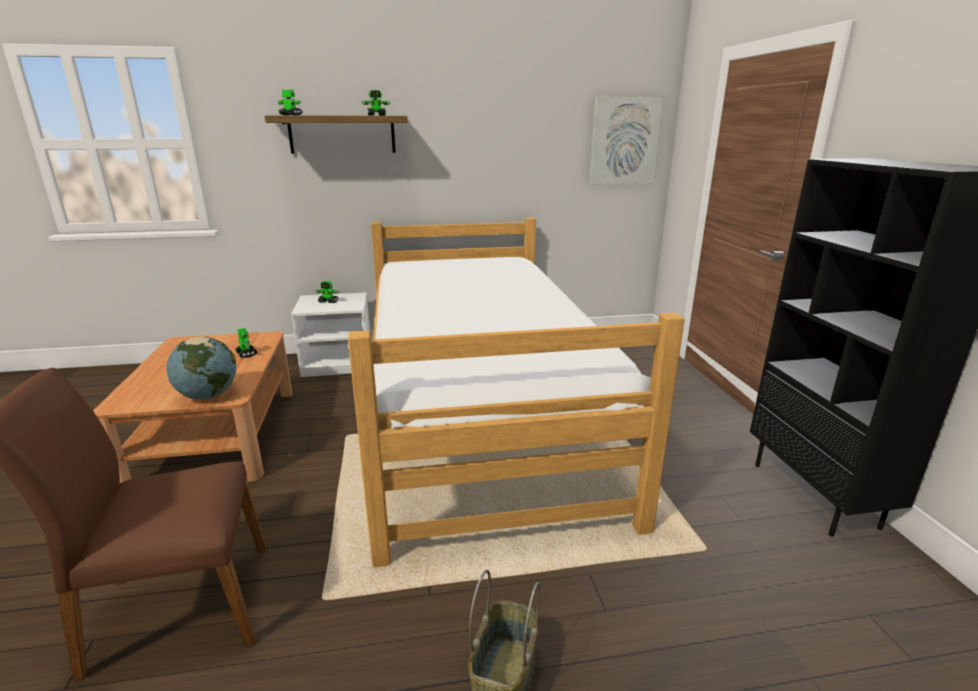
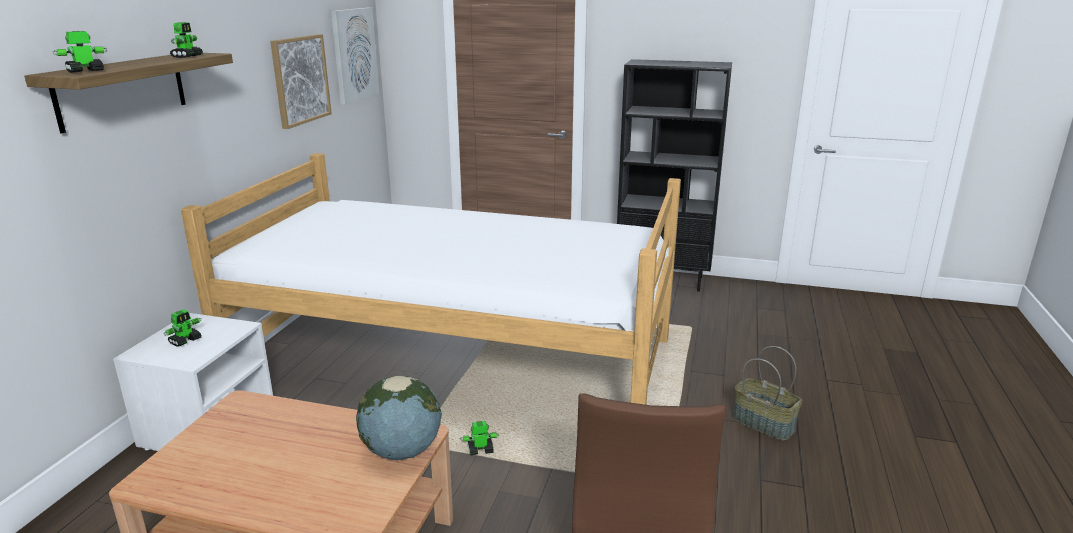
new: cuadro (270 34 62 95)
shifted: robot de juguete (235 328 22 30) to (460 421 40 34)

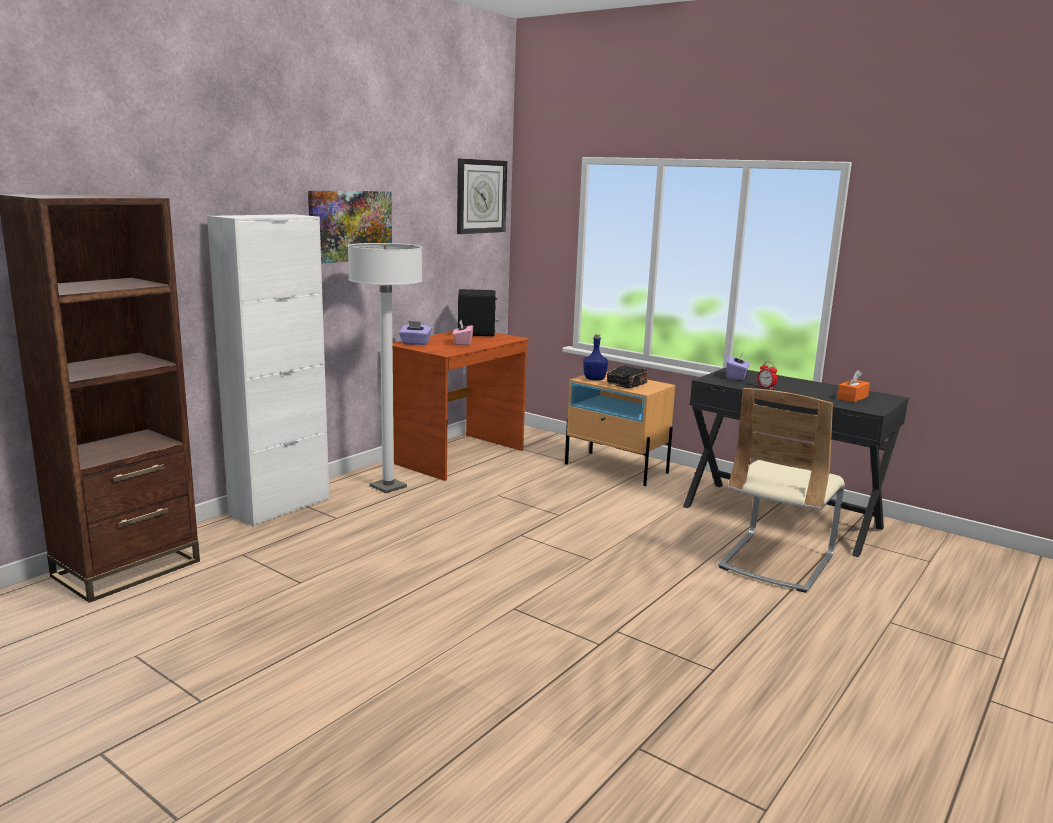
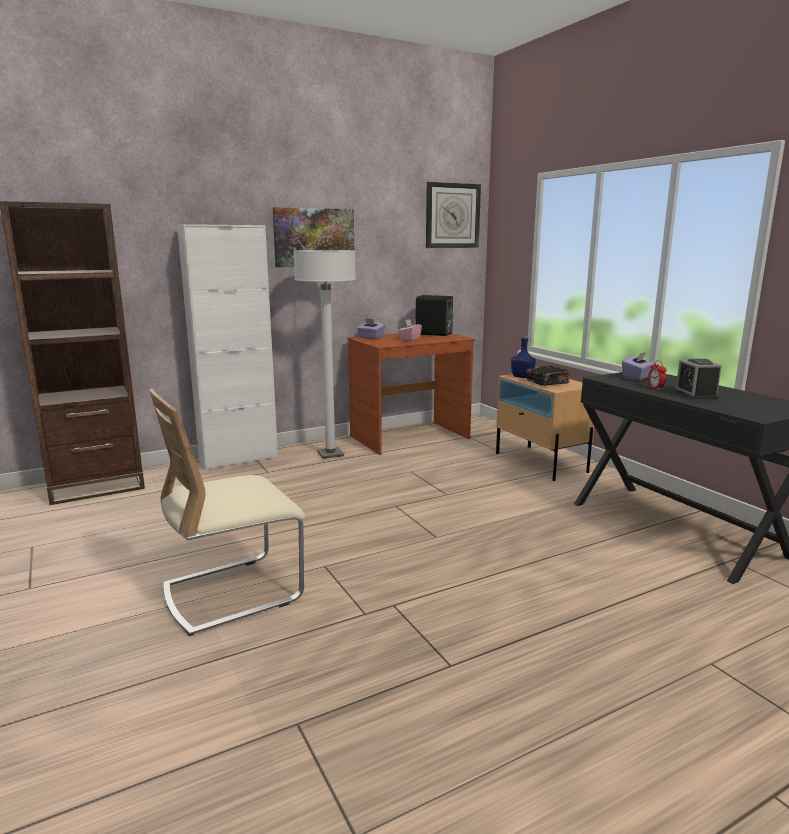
gone: caja de pañuelos [naranja] (837 370 33 33)
new: despertador (675 359 47 41)
shifted: silla [beis] (718 388 127 205) to (149 388 156 248)

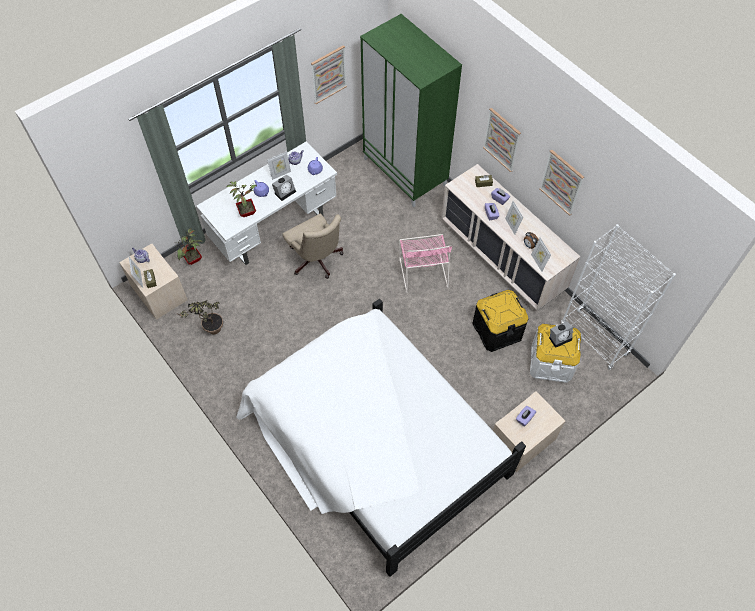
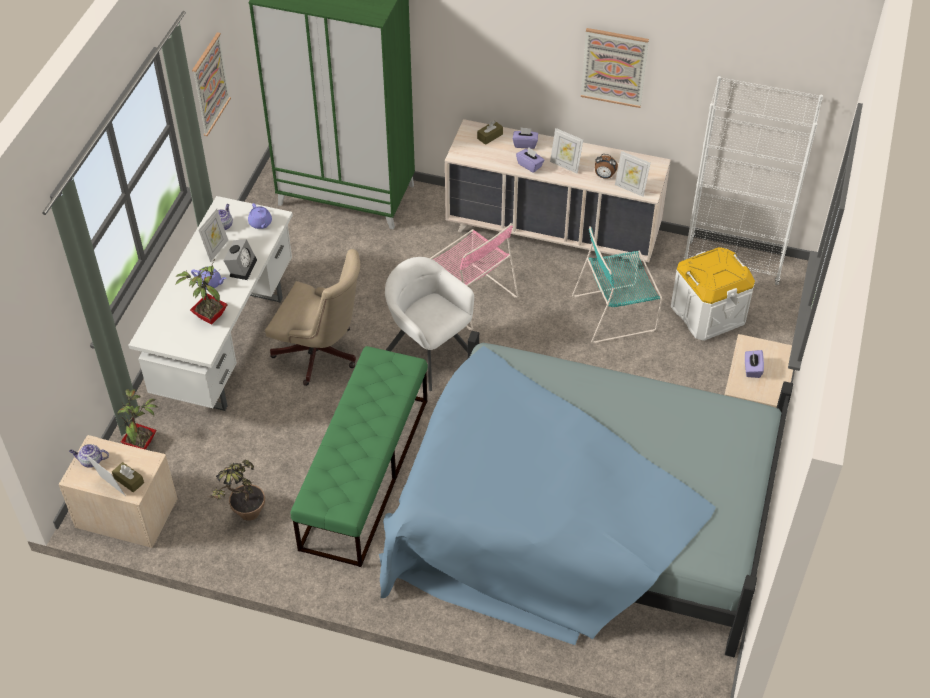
gone: cuadro (483 108 38 64); despertador (549 321 24 27)
new: banco [verde] (290 346 138 221); sillón [blanco] (385 257 89 134)
swapped: caja de almacenaje [negro] (472 290 56 62) to silla [turquesa] (572 226 90 118)
repainted: cama [blanco] (237 299 289 278) to cama [azul] (379 331 414 326)

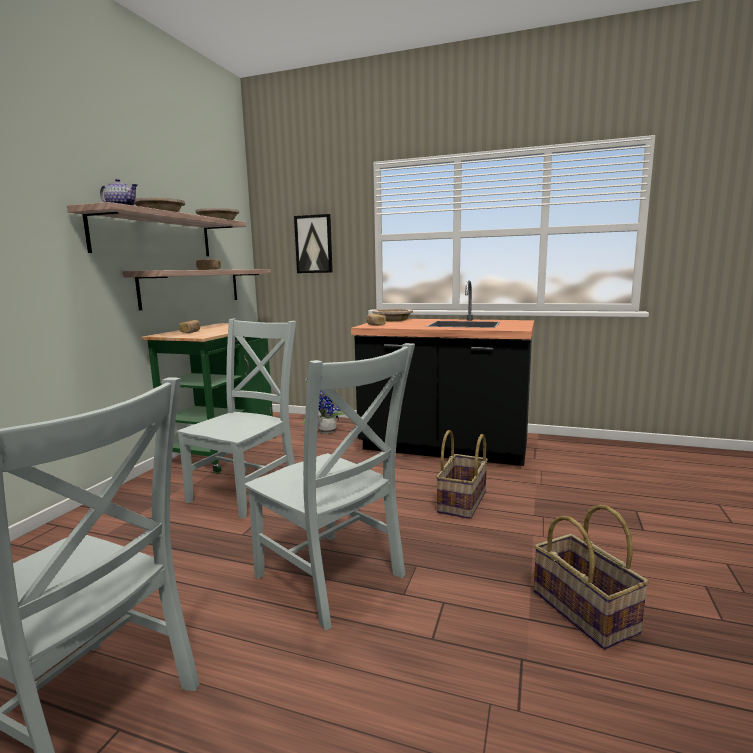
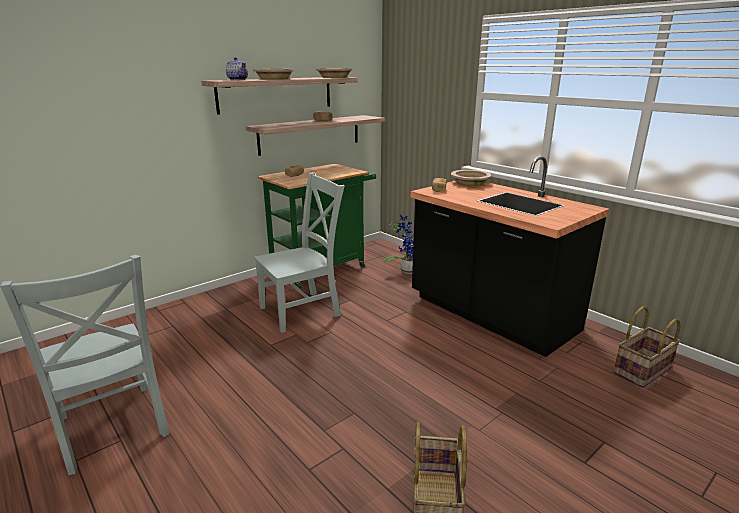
gone: silla [gris] (244 343 171 287); cuadro (294 214 39 59)
shifted: cesta (436 430 52 89) to (613 306 68 82)

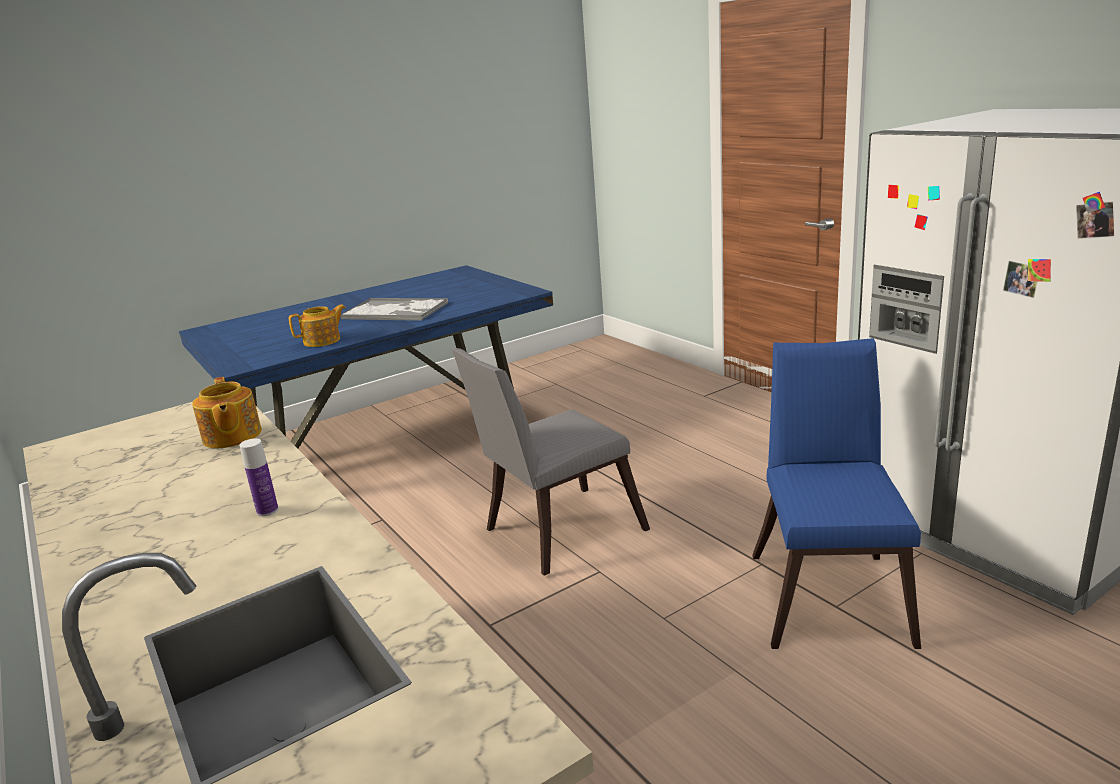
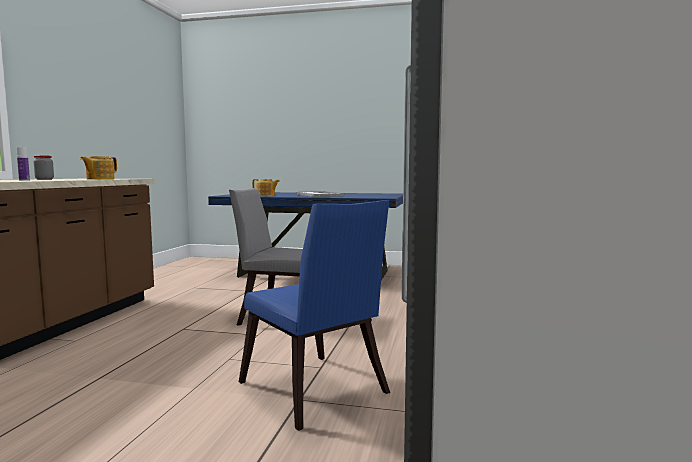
new: tarro (33 155 21 25)
rotated: silla [azul] (752 338 169 311) = (239 200 151 231) 90 degrees clockwise

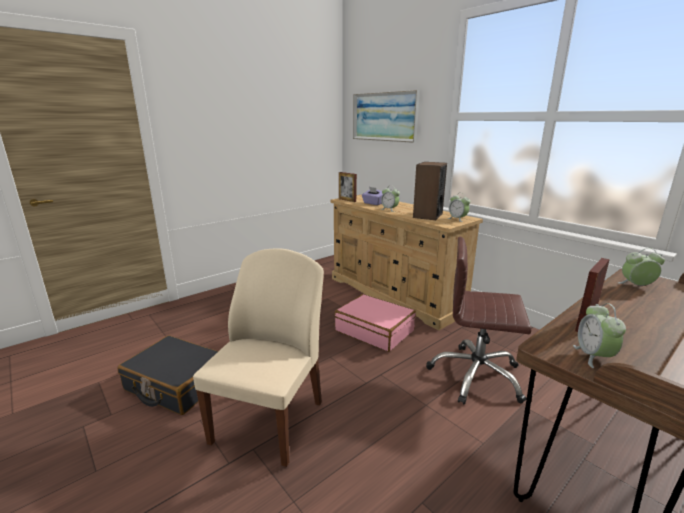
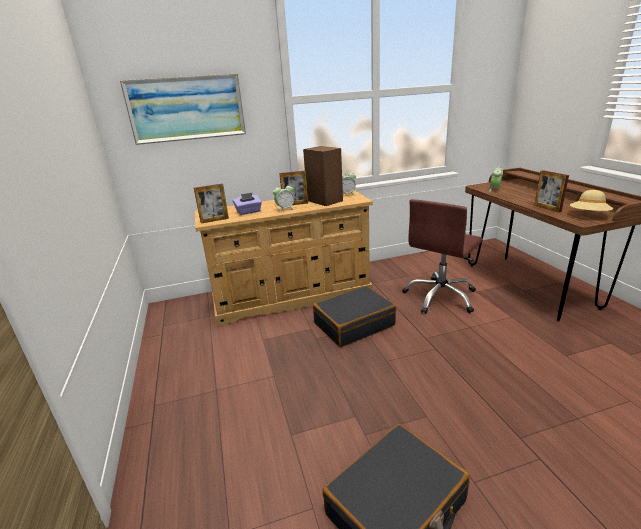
gone: silla [beis] (193 248 131 219)
new: portarretratos (279 171 29 34)
swapped: despertador (573 303 53 65) to sombrero [beis] (570 190 43 21)
repainted: maleta [rosa] (334 294 82 58) to maleta [negro] (313 286 83 61)

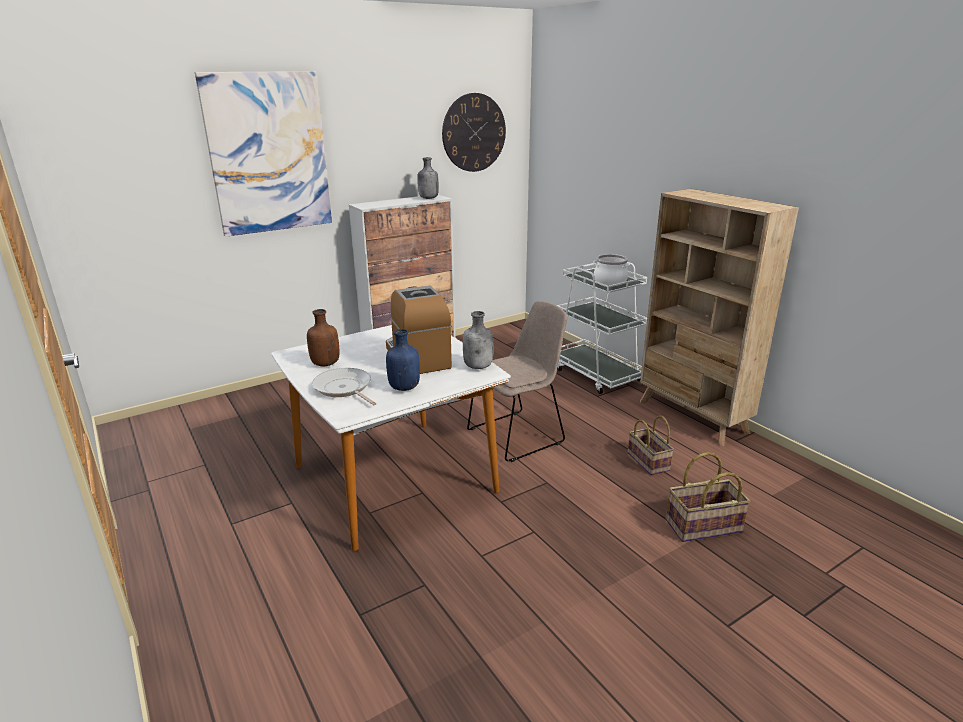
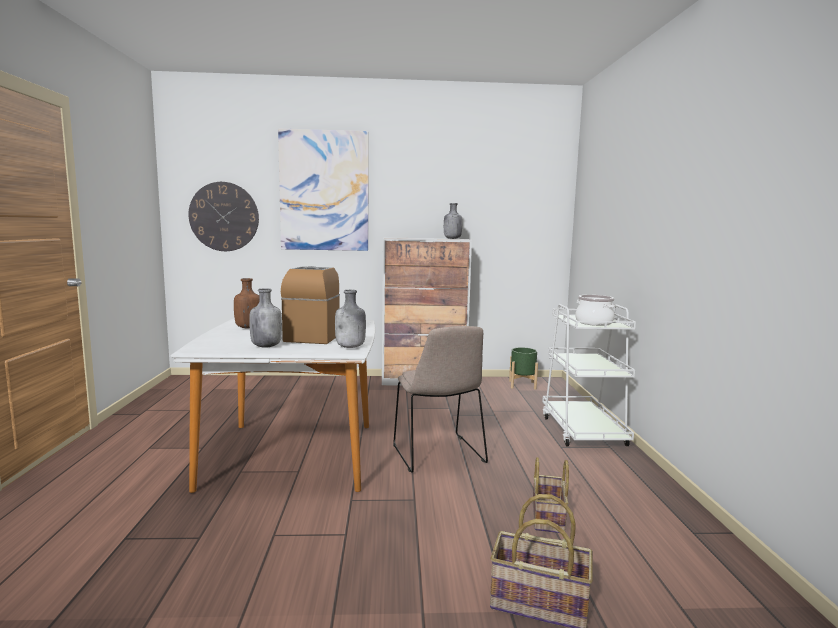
gone: sartén (312 368 65 37); estantería [beis] (640 189 159 257)
new: maceta [verde] (509 347 29 43)
shifted: reloj de pared (442 93 64 79) to (188 182 71 69)
repainted: botella [azul] (386 329 34 62) to botella [gris] (249 288 33 59)
rotated: silla [beis] (467 301 100 161) = (393 326 95 147) 75 degrees clockwise

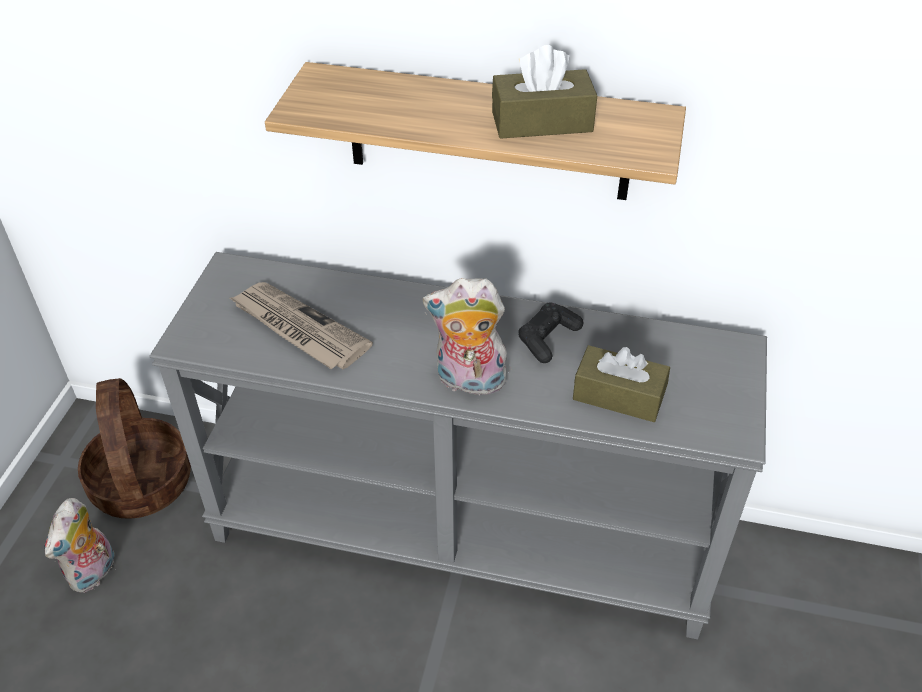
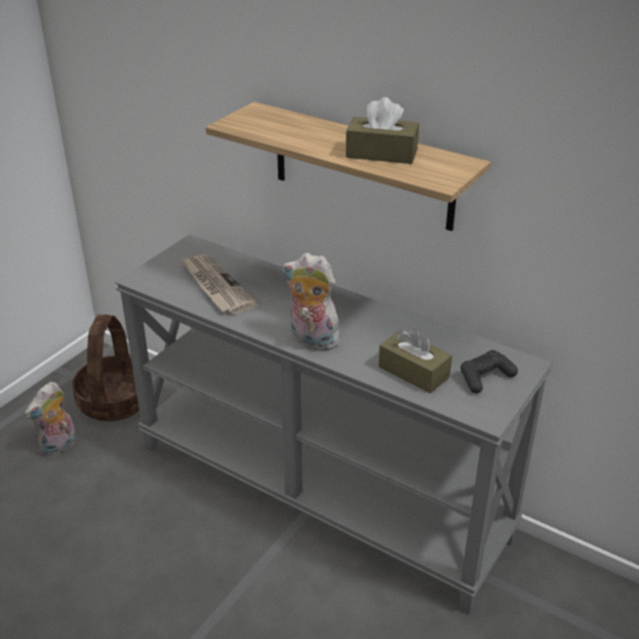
shifted: mando de consola [negro] (518 302 65 61) to (461 350 57 44)

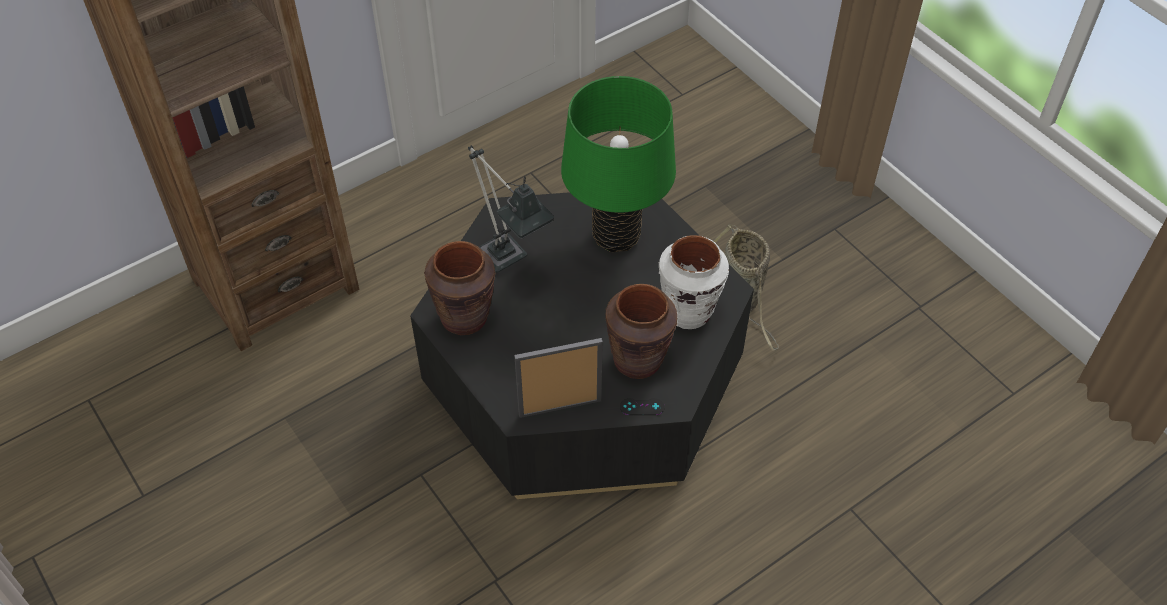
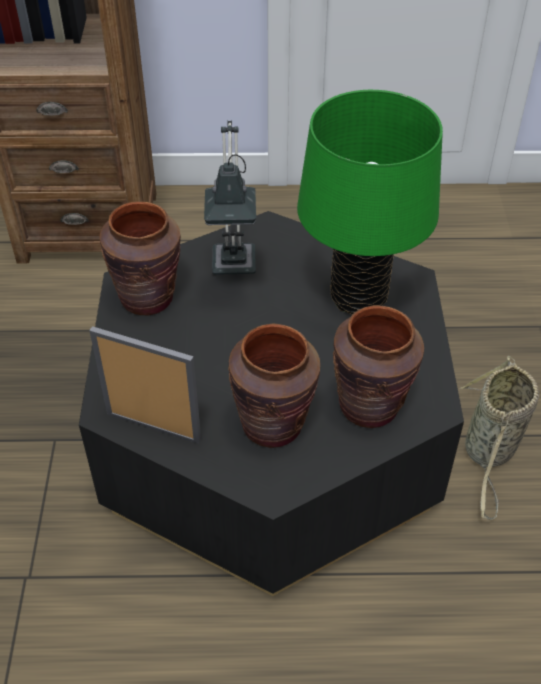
gone: mando de consola [negro] (620 398 45 17)
repainted: florero [blanco] (658 235 71 94) to florero [marrón] (333 305 91 123)

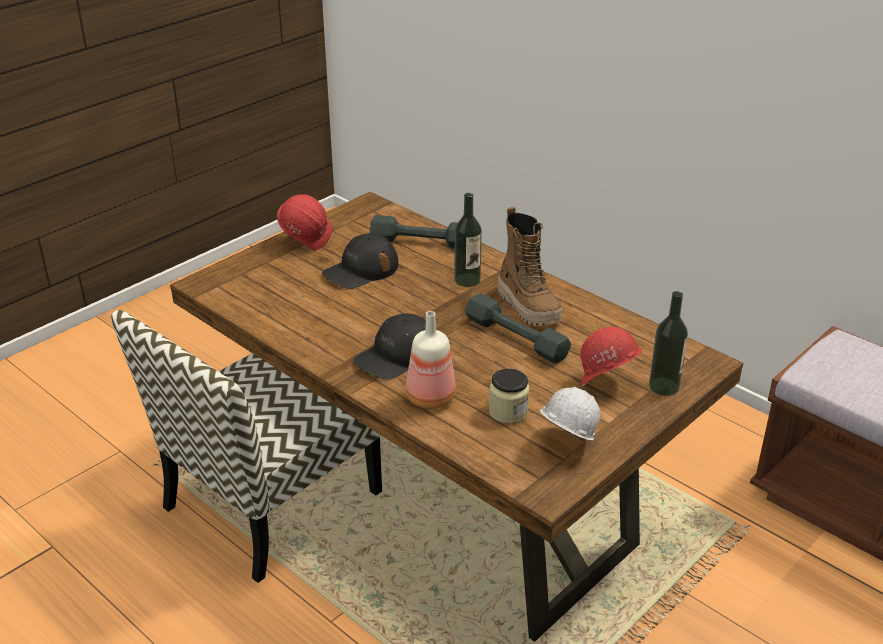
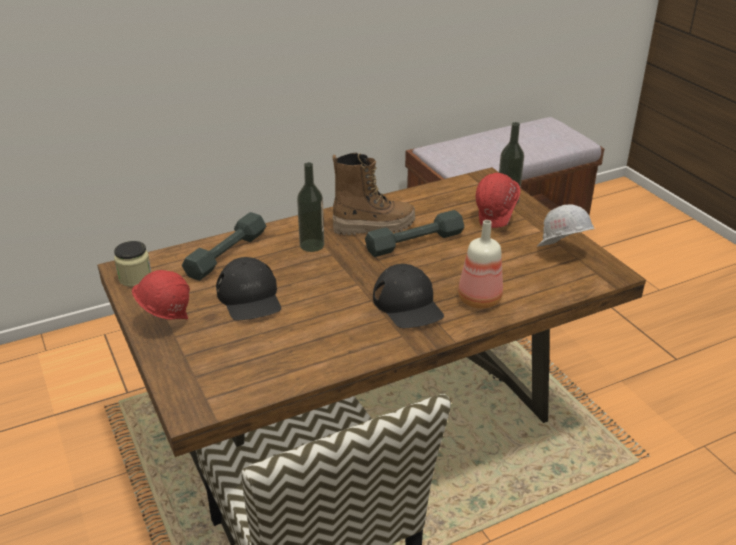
shifted: tarro (489 369 41 55) to (114 241 38 46)

